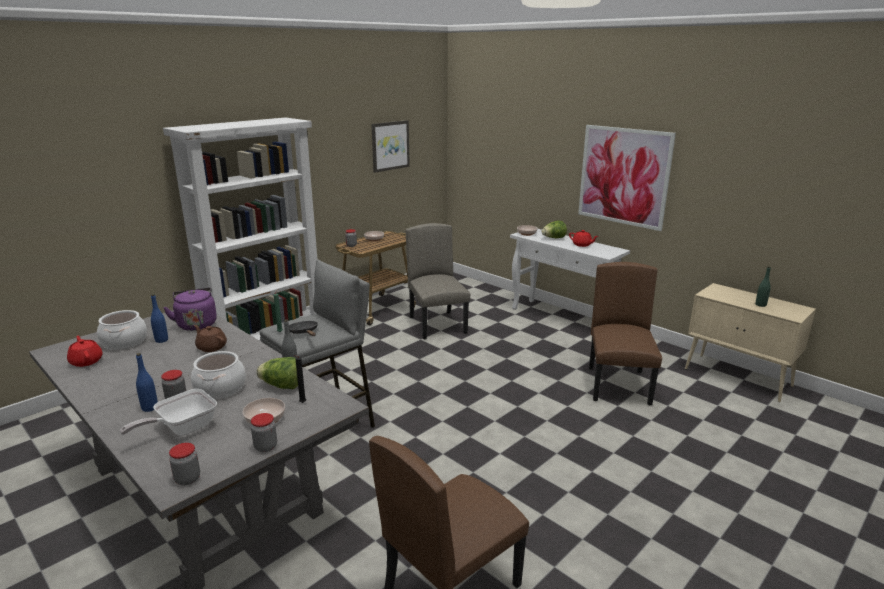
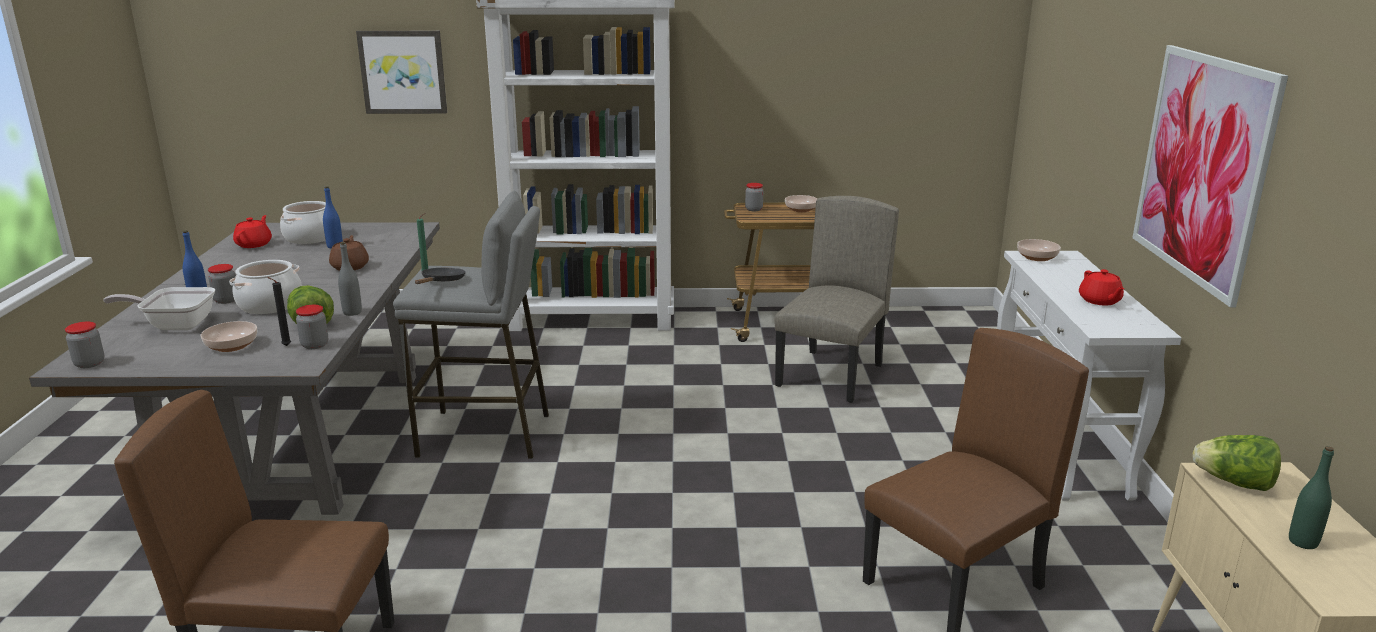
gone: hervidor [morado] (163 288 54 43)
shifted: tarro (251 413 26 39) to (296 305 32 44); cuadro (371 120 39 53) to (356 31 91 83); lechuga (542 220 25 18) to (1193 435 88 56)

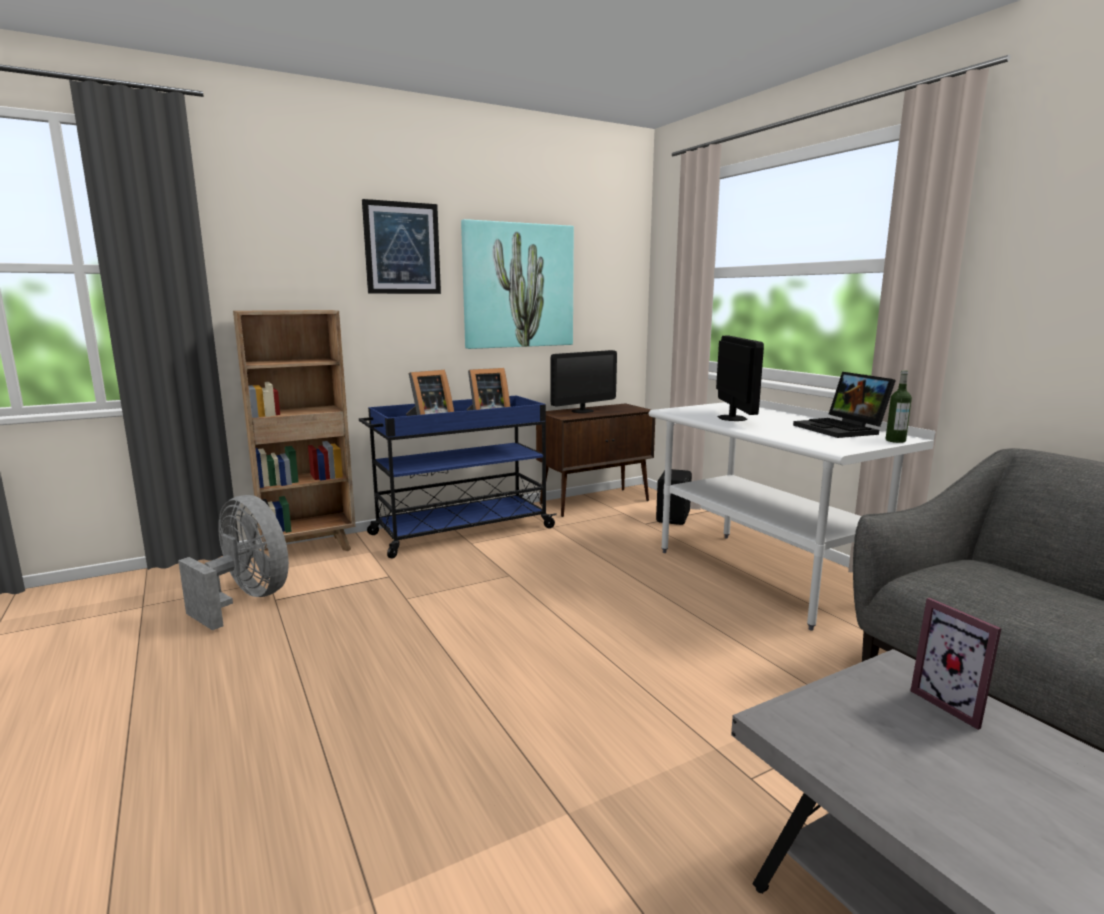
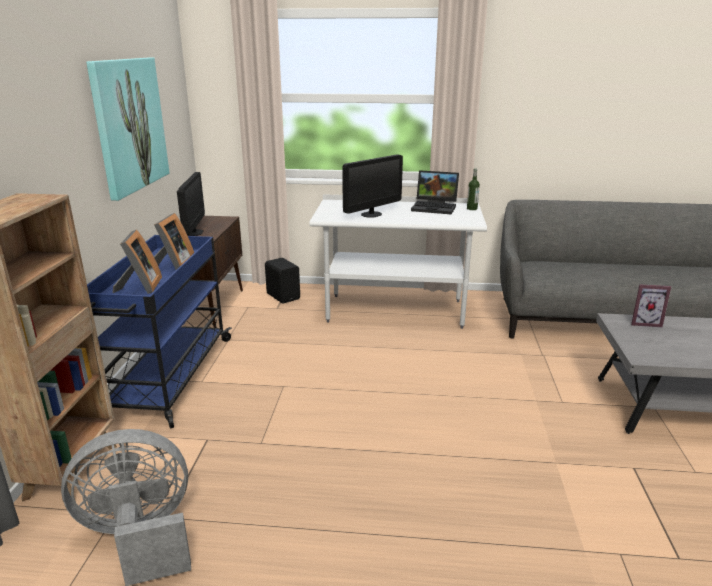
gone: cuadro (362 199 79 95)
rotated: monitor (716 336 48 85) = (342 154 61 64) 105 degrees clockwise

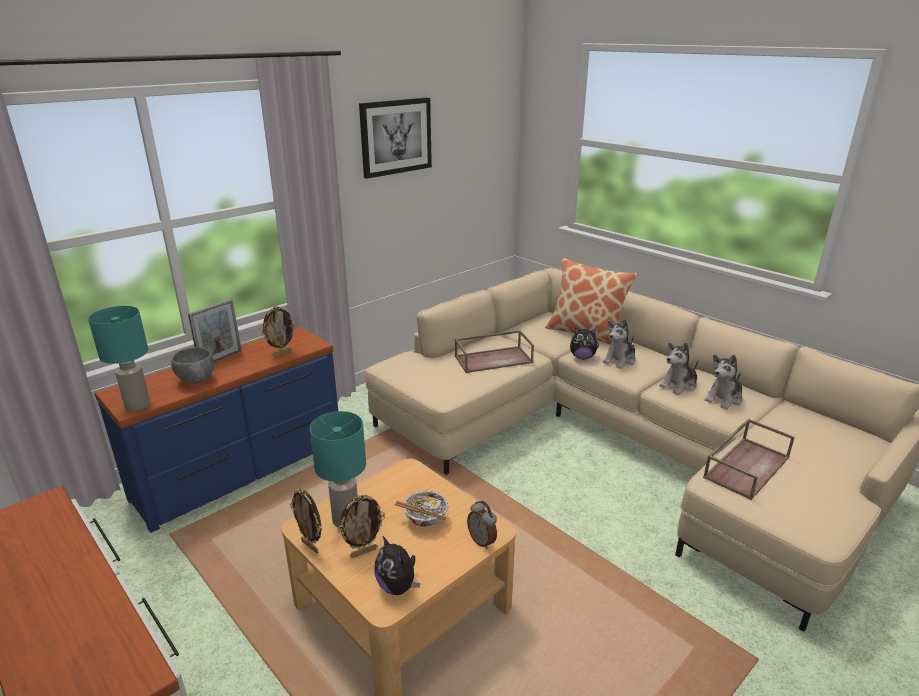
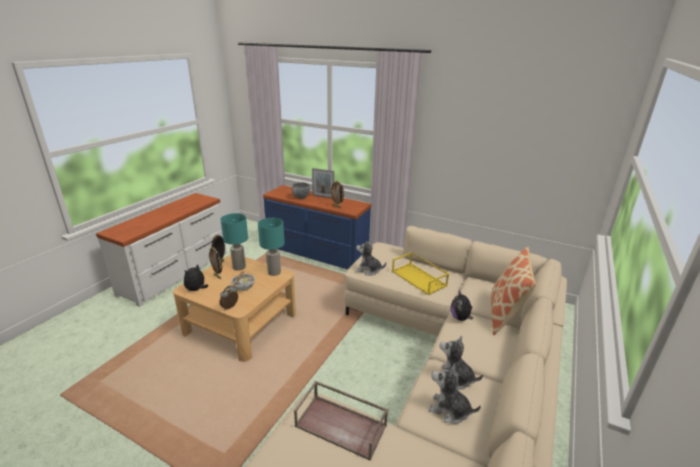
gone: cuadro (359 97 73 82)
shifted: lámpara de mesa [turquesa] (88 306 63 106) to (258 218 27 58); peluche (603 319 33 50) to (356 240 30 36)
repainted: bandeja [marrón] (455 330 79 43) to bandeja [amarillo] (392 252 57 43)

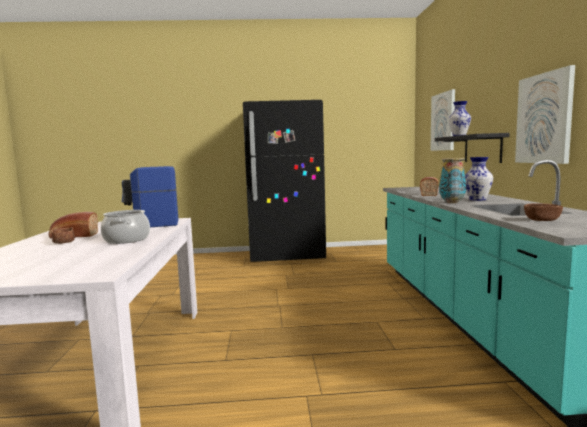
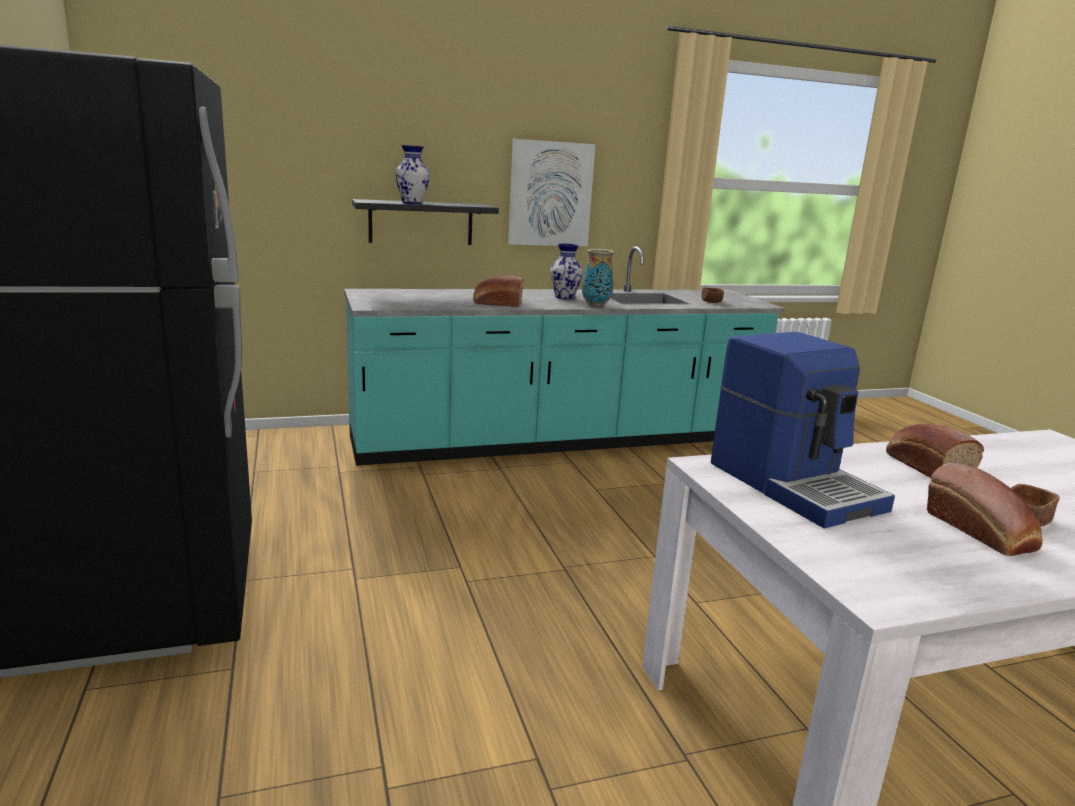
gone: cuadro (430 89 25 62)
swapped: olla (101 210 49 34) to pan (886 424 98 54)

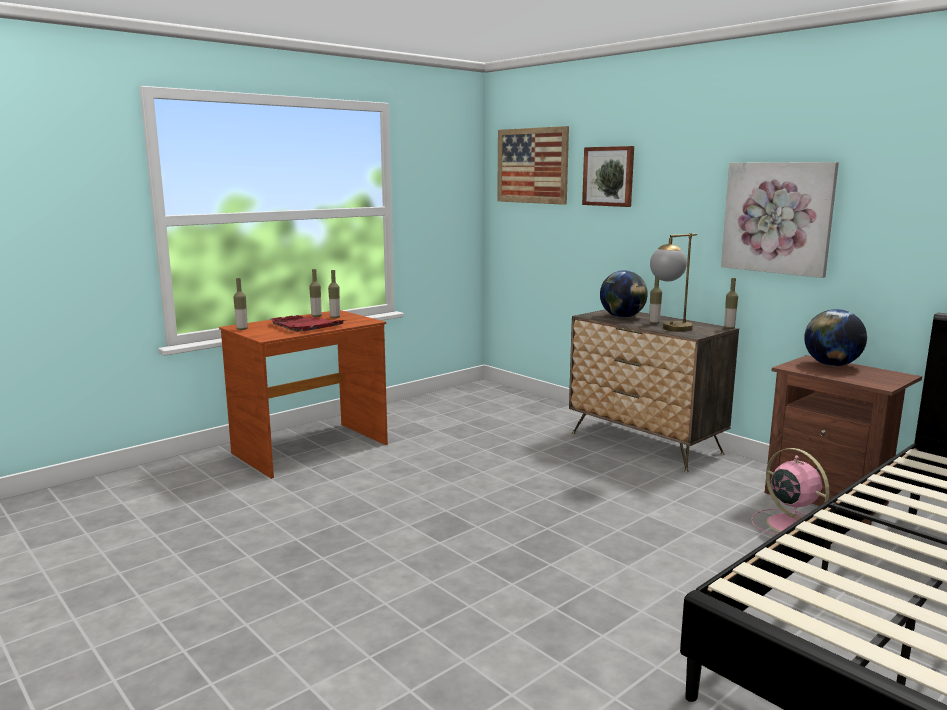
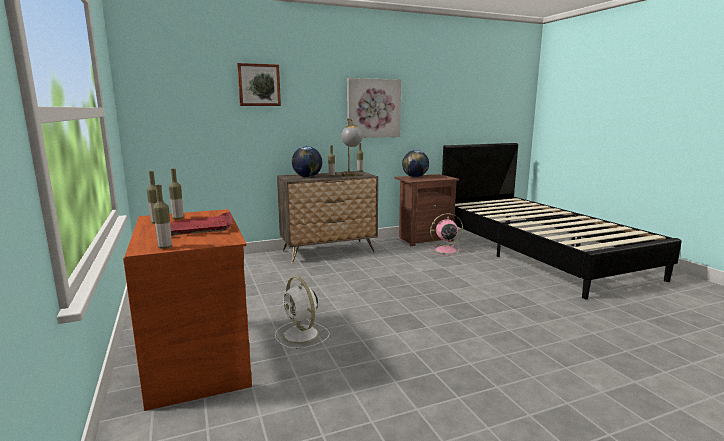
gone: cuadro (497 126 72 79)
new: ventilador [blanco] (275 276 55 73)

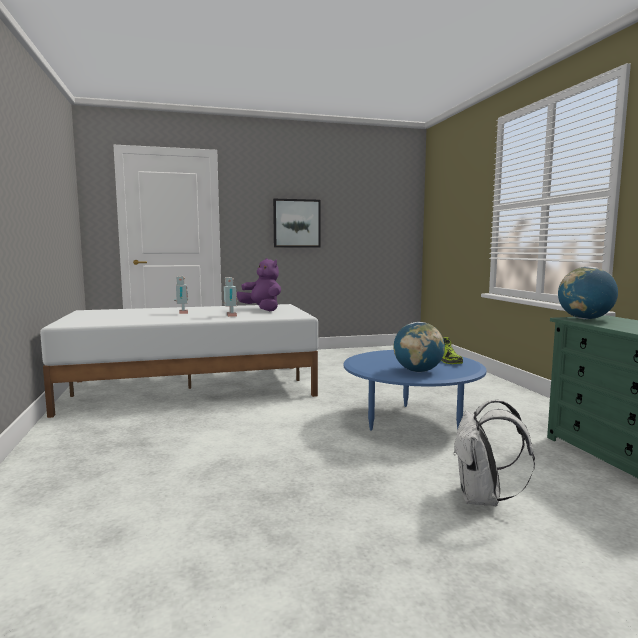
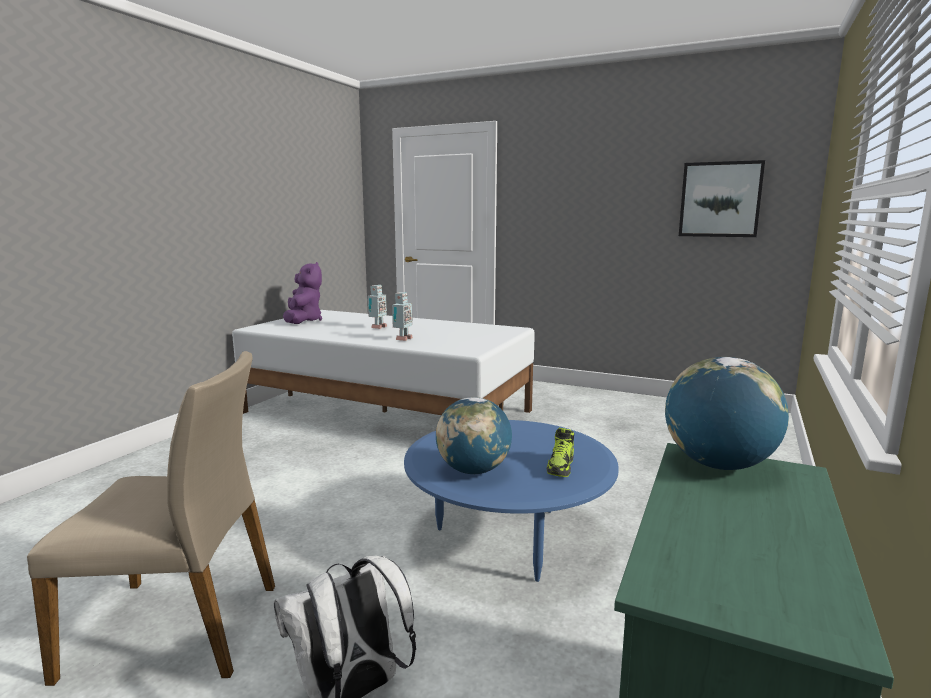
new: silla [beis] (27 351 248 335)
shifted: peluche [morado] (237 258 44 53) to (283 262 39 62); cuadro (273 199 48 48) to (679 160 86 77)

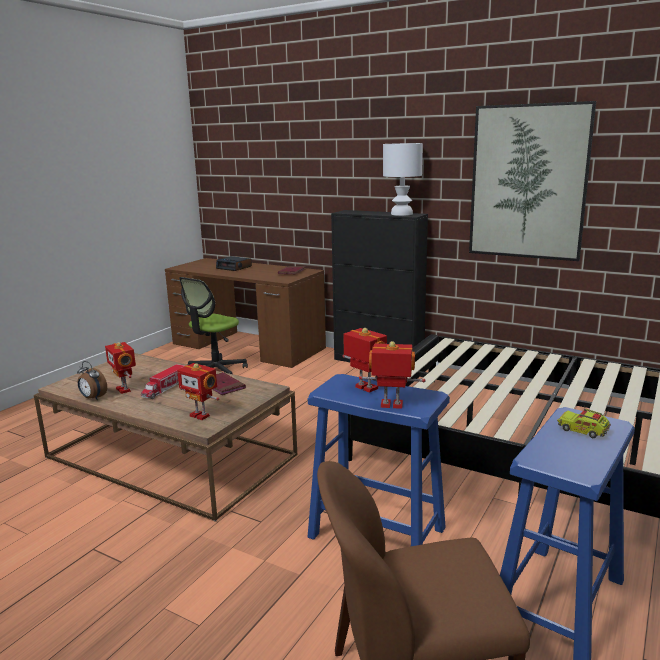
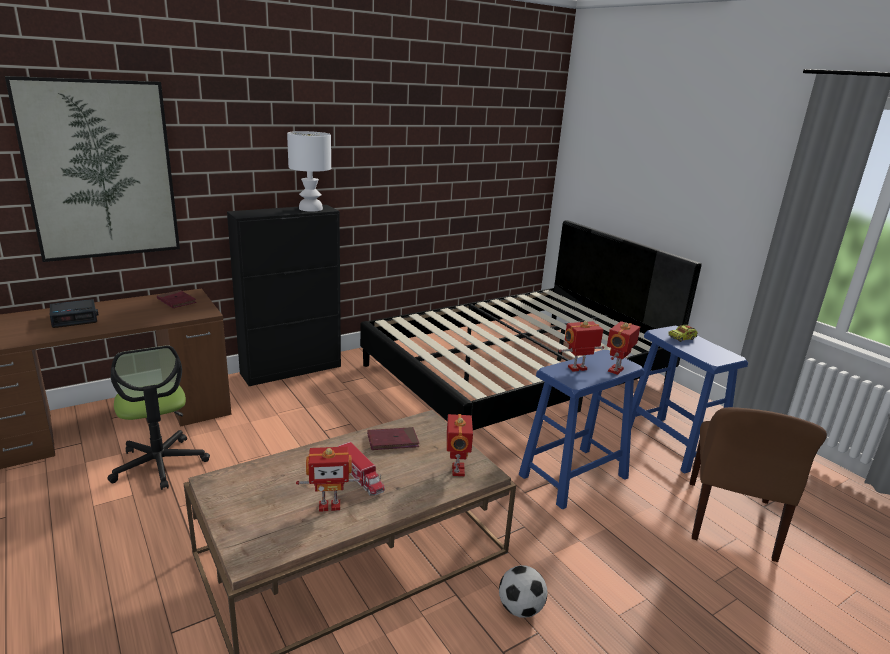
gone: despertador (77 361 30 39)
new: balón de fútbol (499 565 49 53)
shifted: cuadro (469 101 127 160) to (5 76 175 186)
rotated: robot de juguete (177 363 42 57) = (447 414 26 62) 60 degrees counterclockwise

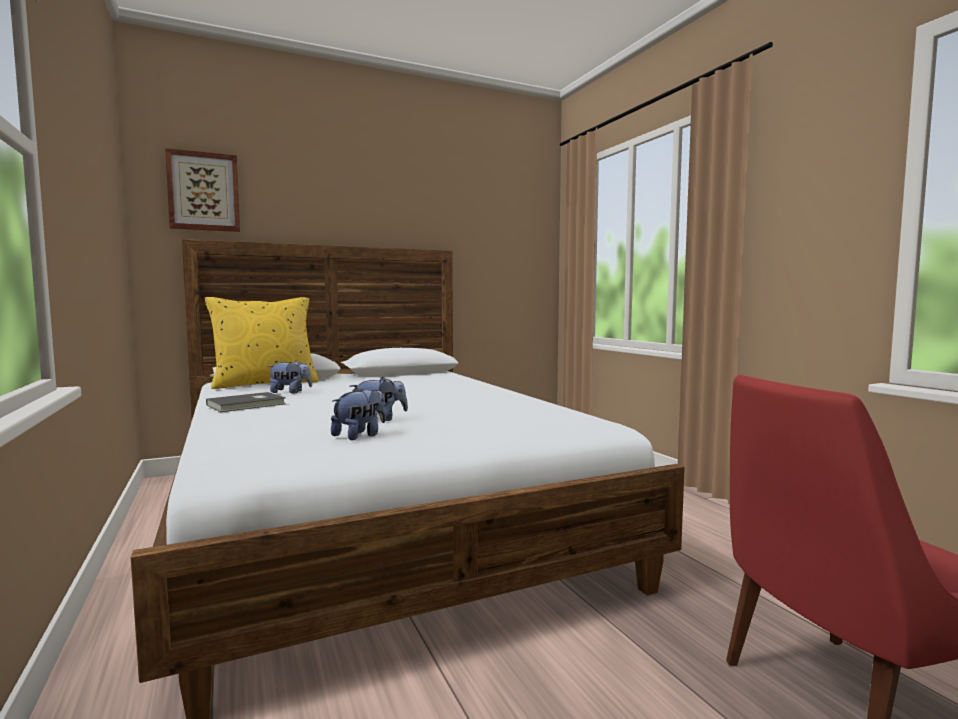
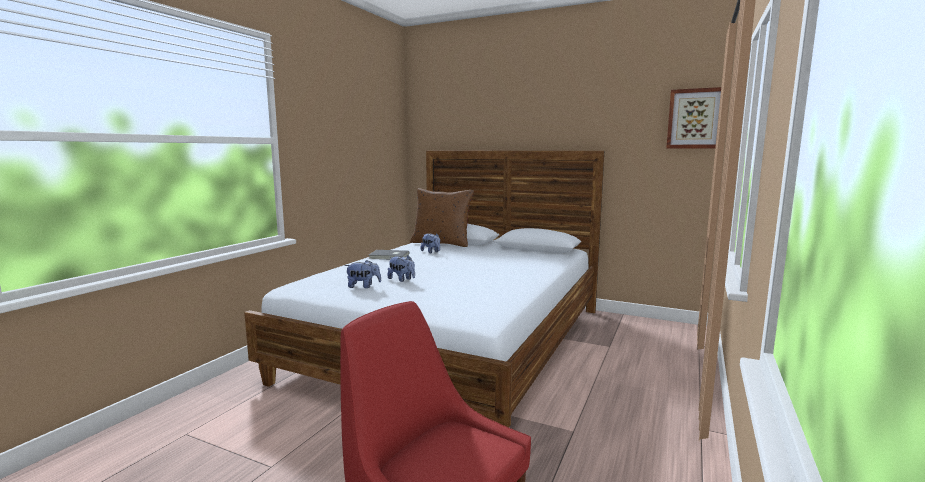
shifted: cuadro (165 148 75 84) to (666 87 55 61)
repainted: cojín [amarillo] (205 297 114 92) to cojín [marrón] (410 188 64 59)

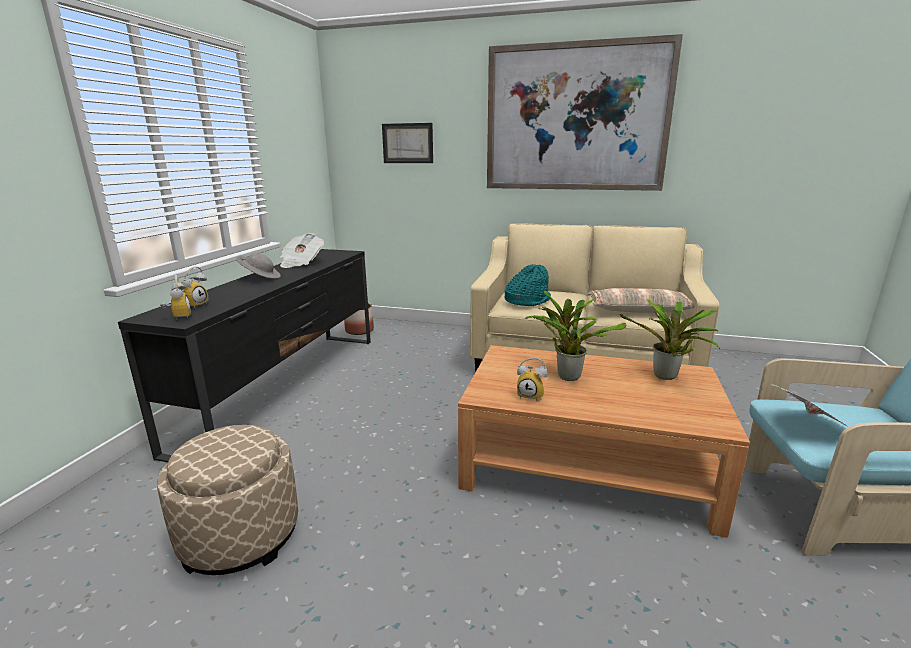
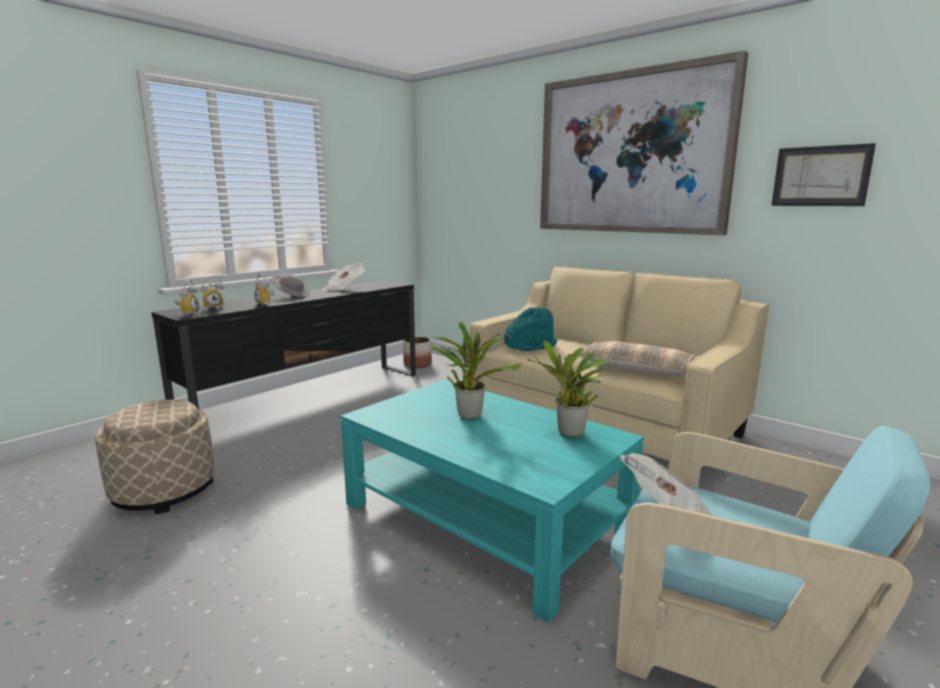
shifted: despertador (517 357 31 44) to (255 274 20 32); cuadro (382 123 51 40) to (771 143 105 63)
repainted: mesa de centro [marrón] (458 345 292 193) to mesa de centro [turquesa] (340 379 304 243)

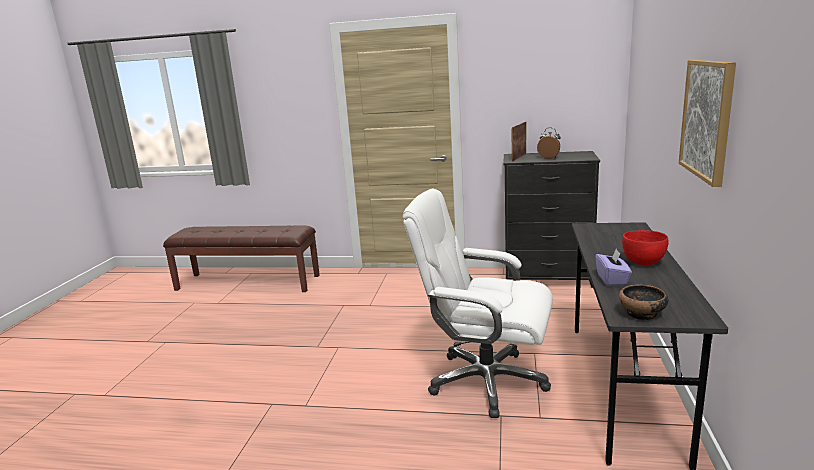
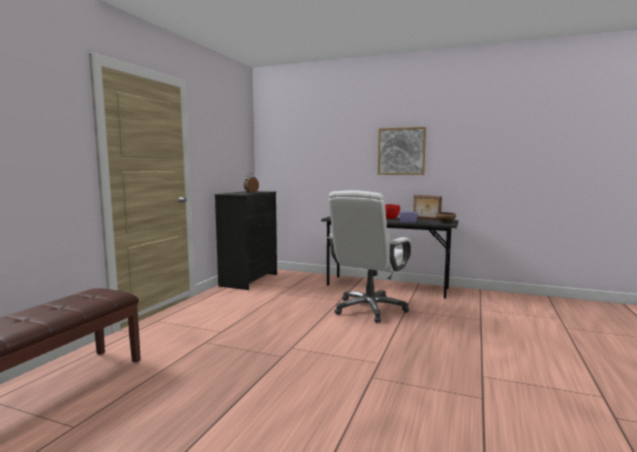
shifted: portarretratos (512 122 14 39) to (413 195 29 26)

